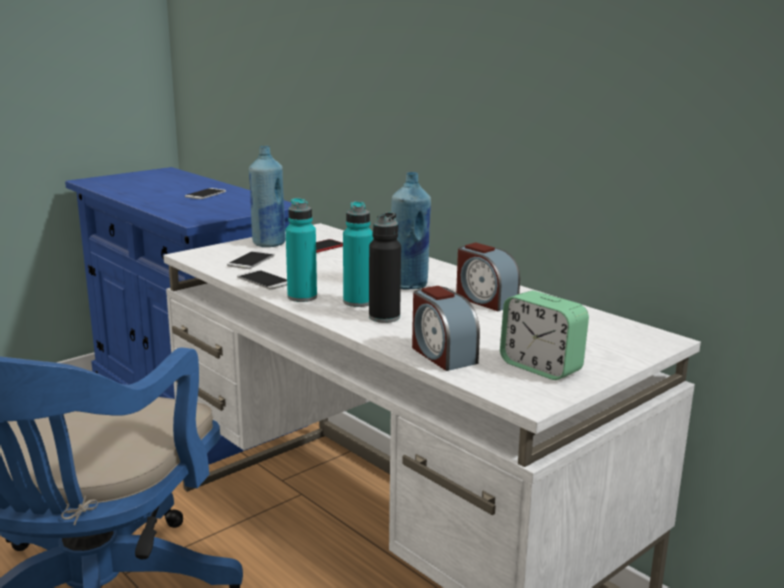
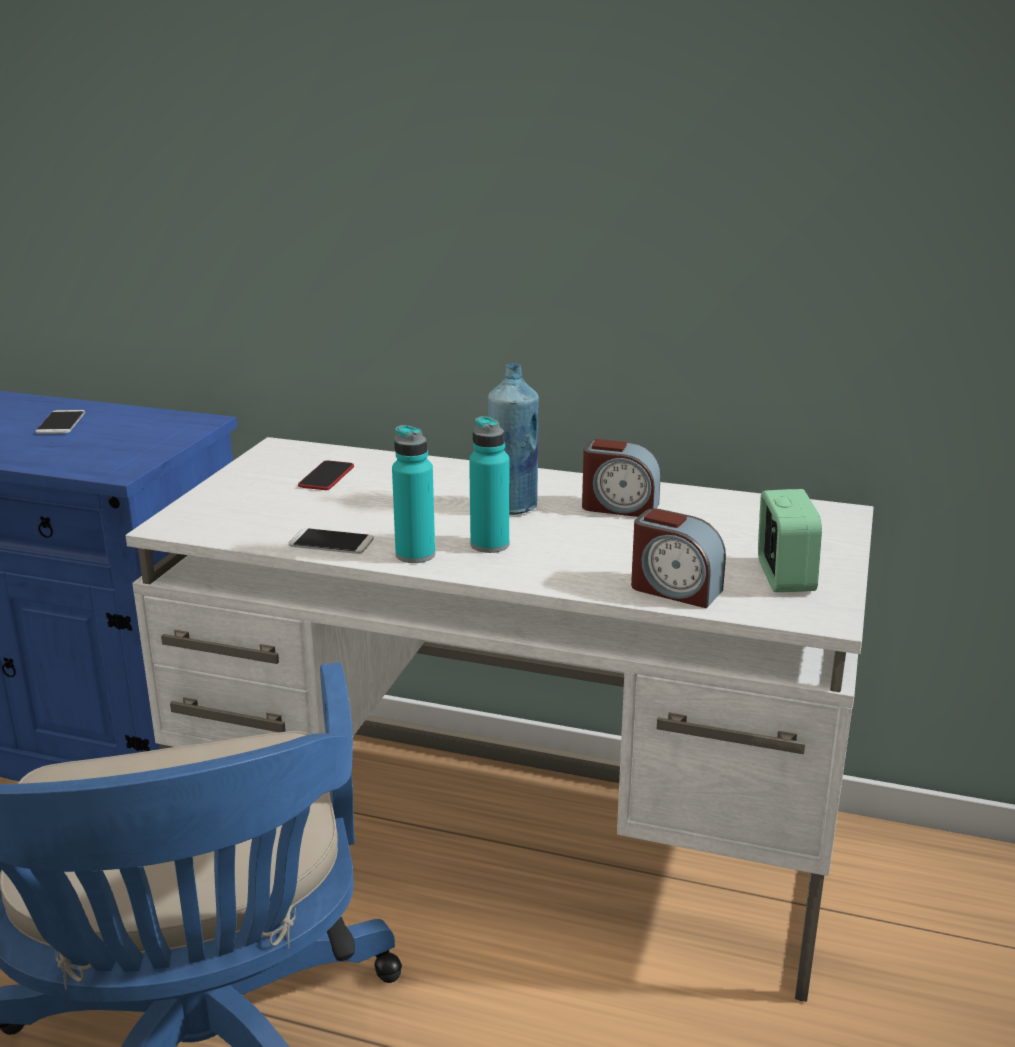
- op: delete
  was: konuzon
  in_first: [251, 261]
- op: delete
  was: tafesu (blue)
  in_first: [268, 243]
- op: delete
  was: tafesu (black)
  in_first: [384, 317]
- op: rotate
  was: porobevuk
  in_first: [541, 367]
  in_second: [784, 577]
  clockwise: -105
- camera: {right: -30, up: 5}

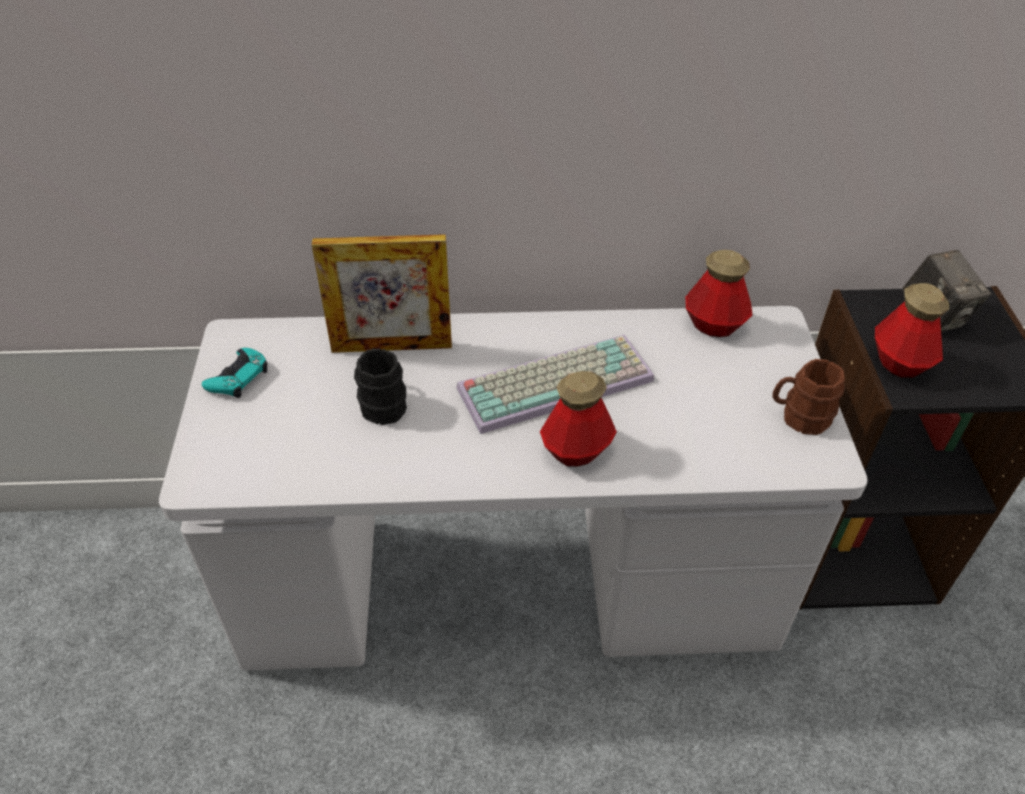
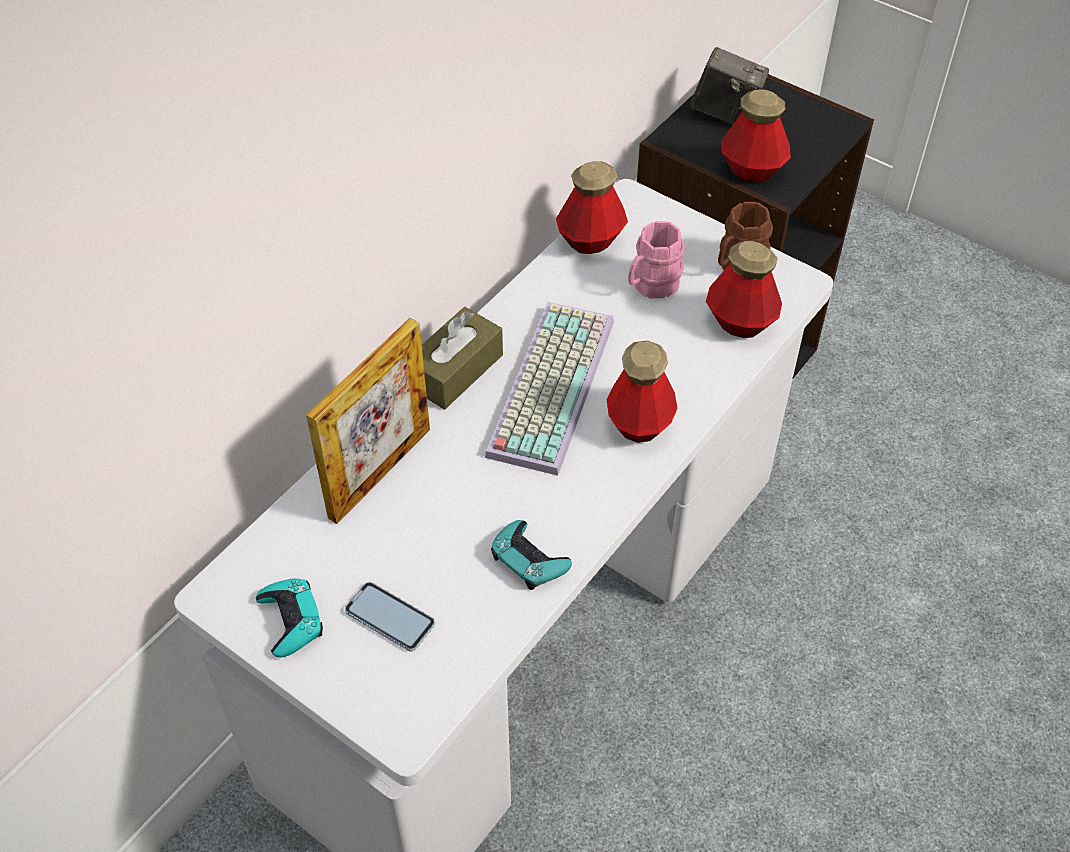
- op: delete
  was: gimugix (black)
  in_first: [382, 402]
- op: insert
  now: konuzon
  in_second: [390, 617]
- op: insert
  now: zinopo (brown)
  in_second: [455, 370]
- op: insert
  now: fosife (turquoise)
  in_second: [529, 560]
- op: insert
  now: gimugix (pink)
  in_second: [651, 285]
- op: insert
  now: tafesu
  in_second: [740, 322]
- camera: {right: -50, up: 5}

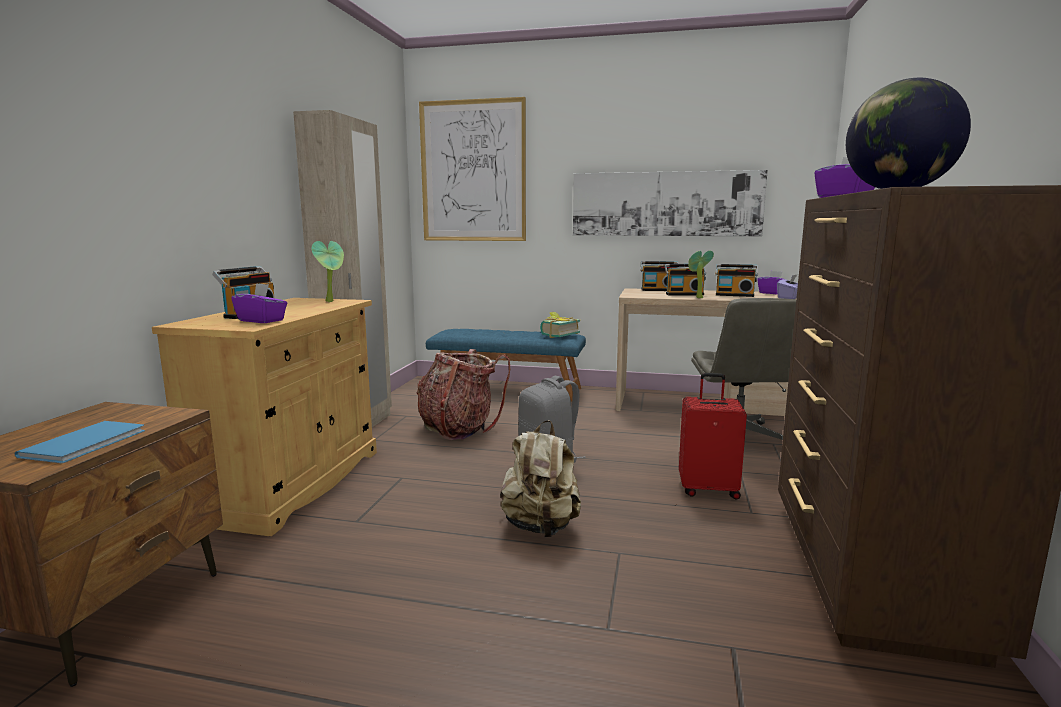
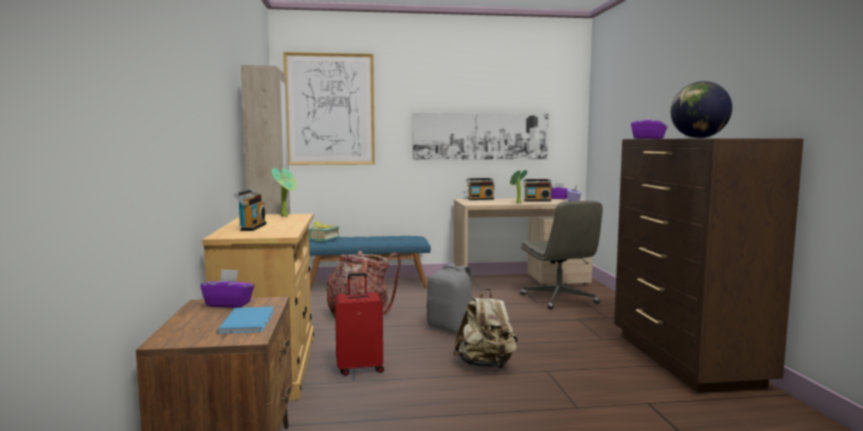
- op: move
  was: zinopo (purple)
  in_first: [261, 320]
  in_second: [229, 304]
- op: move
  was: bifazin
  in_first: [557, 335]
  in_second: [321, 239]
- op: delete
  was: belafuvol
  in_first: [684, 294]
- op: move
  was: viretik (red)
  in_first: [708, 489]
  in_second: [360, 368]
- camera: {right: -20, up: -5}

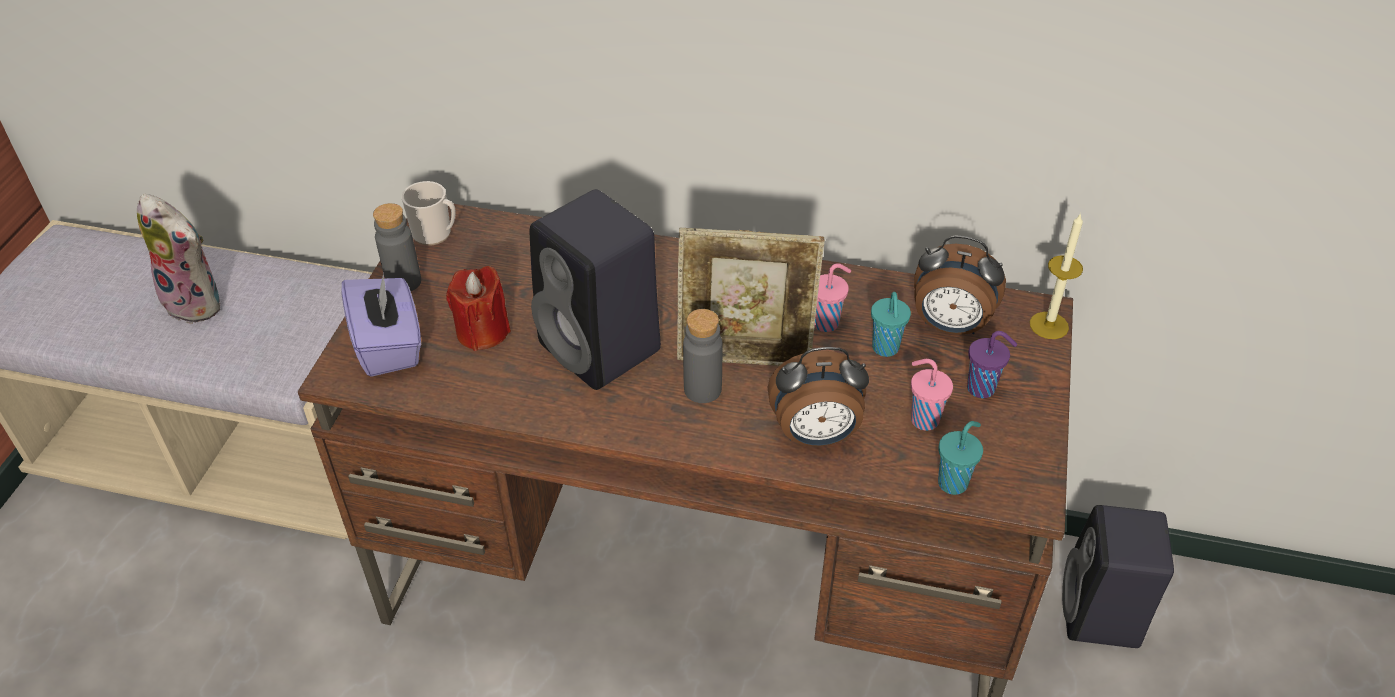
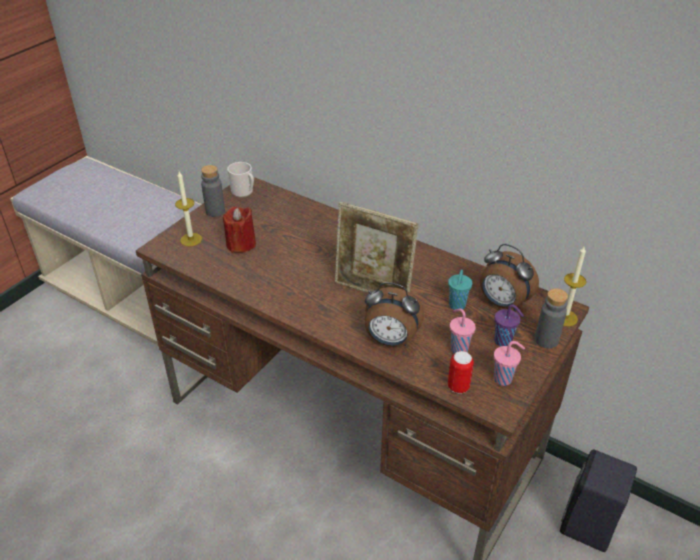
- op: delete
  was: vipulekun
  in_first: [198, 302]
- op: replace
  was: zinopo (purple)
  now: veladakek
  in_first: [389, 345]
  in_second: [191, 239]
- op: delete
  was: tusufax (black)
  in_first: [603, 349]
- op: move
  was: tafesu (grey)
  in_first: [702, 389]
  in_second: [546, 340]
- op: move
  was: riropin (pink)
  in_first: [827, 323]
  in_second: [503, 379]
- op: replace
  was: riropin (turquoise)
  now: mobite
  in_first: [954, 482]
  in_second: [458, 387]
- camera: {right: 20, up: -5}

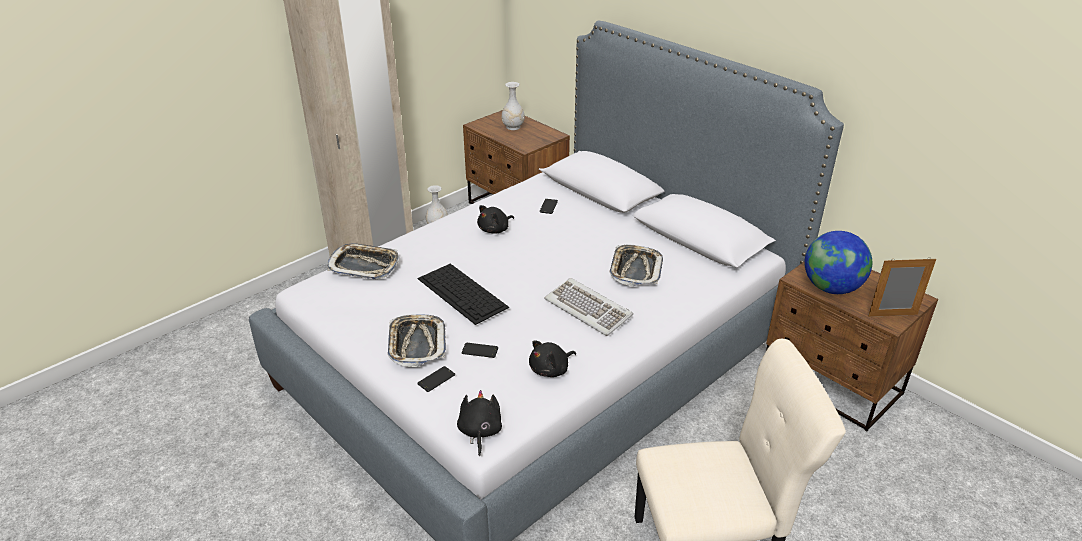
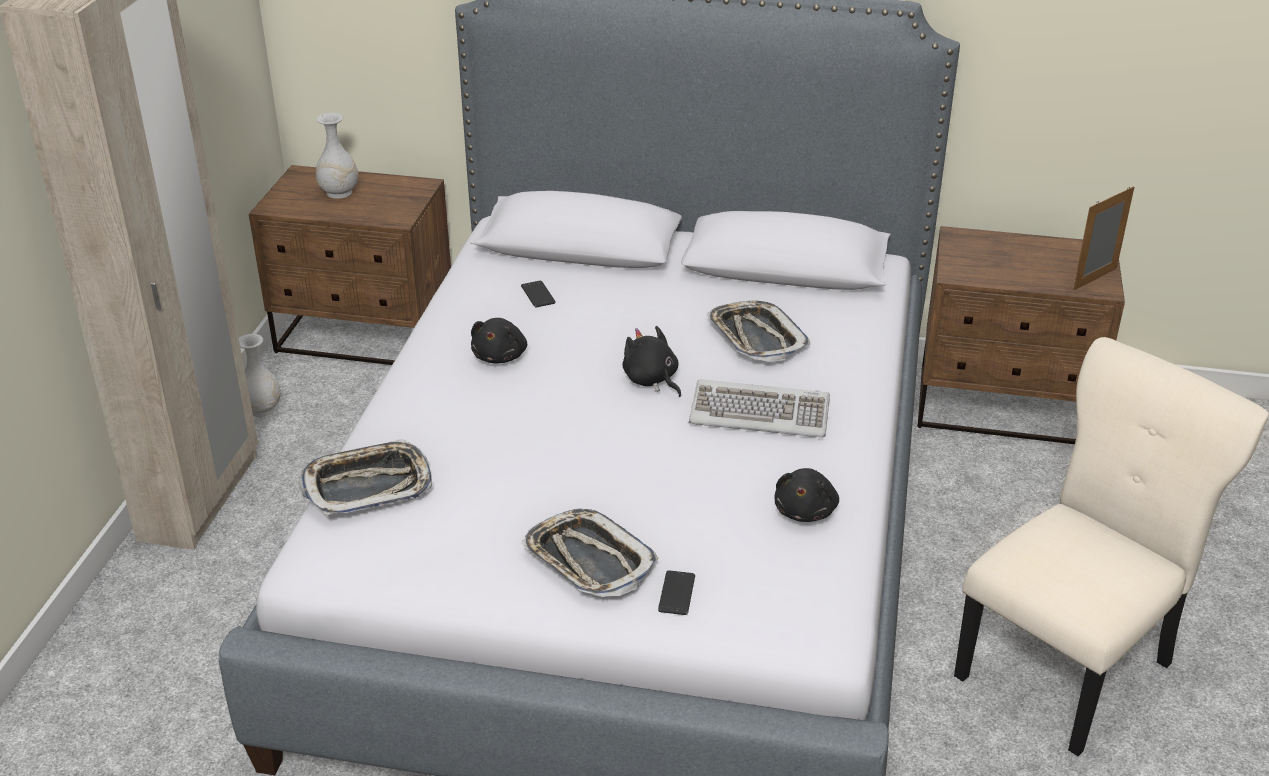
- op: delete
  was: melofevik
  in_first: [463, 293]
- op: move
  was: vipulekun (black)
  in_first: [479, 432]
  in_second: [652, 380]
- op: delete
  was: konuzon
  in_first: [480, 351]
- op: delete
  was: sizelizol
  in_first: [831, 288]
- camera: {right: -35, up: 0}

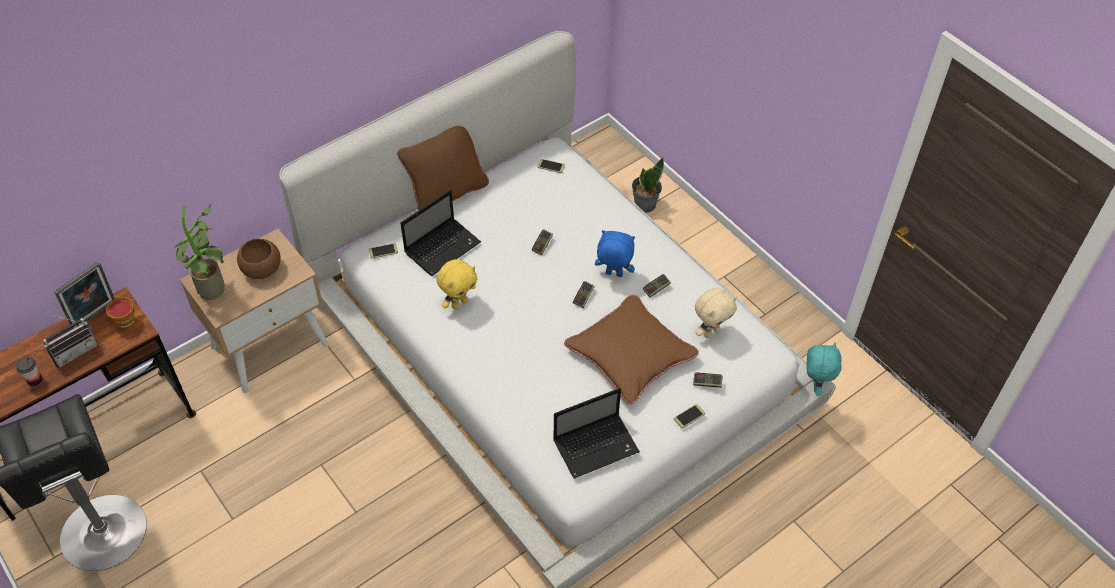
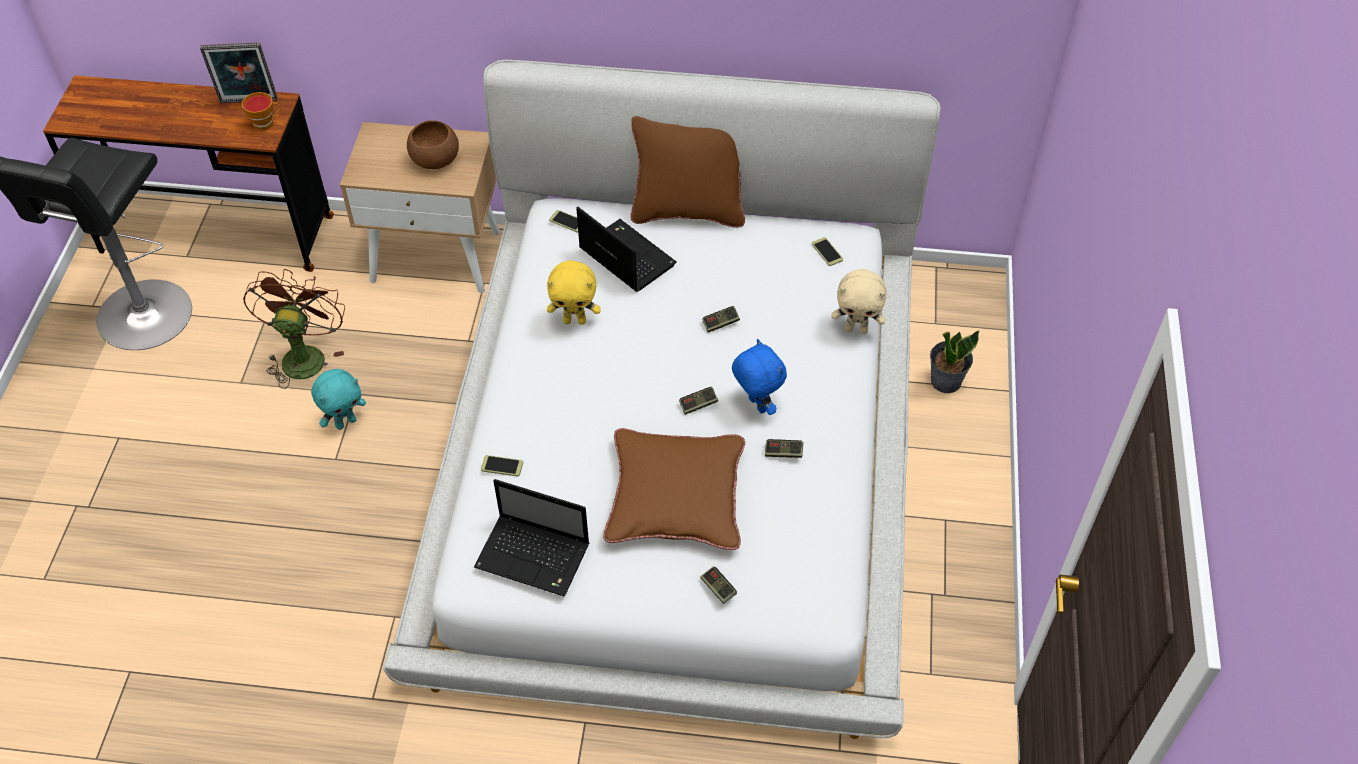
- op: delete
  was: riropin
  in_first: [35, 380]
- op: delete
  was: belafuvol
  in_first: [74, 350]
- op: delete
  was: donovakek
  in_first: [215, 292]
- op: rotate
  was: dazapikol
  in_first: [443, 247]
  in_second: [625, 256]
  clockwise: -135
- op: move
  was: konuzon
  in_first: [689, 416]
  in_second: [502, 466]
- op: move
  was: vipulekun (beige)
  in_first: [711, 332]
  in_second: [856, 329]
- op: move
  was: vipulekun (turquoise)
  in_first: [815, 385]
  in_second: [345, 422]
- op: insert
  now: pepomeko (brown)
  in_second: [304, 355]
- camera: {right: 45, up: 0}

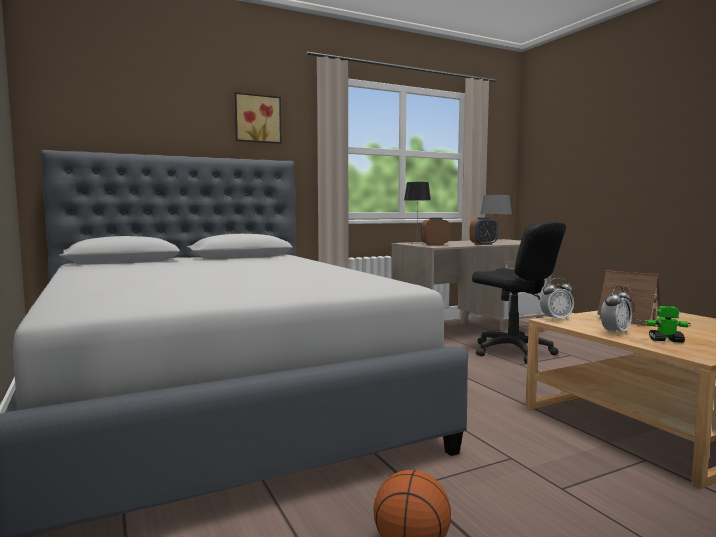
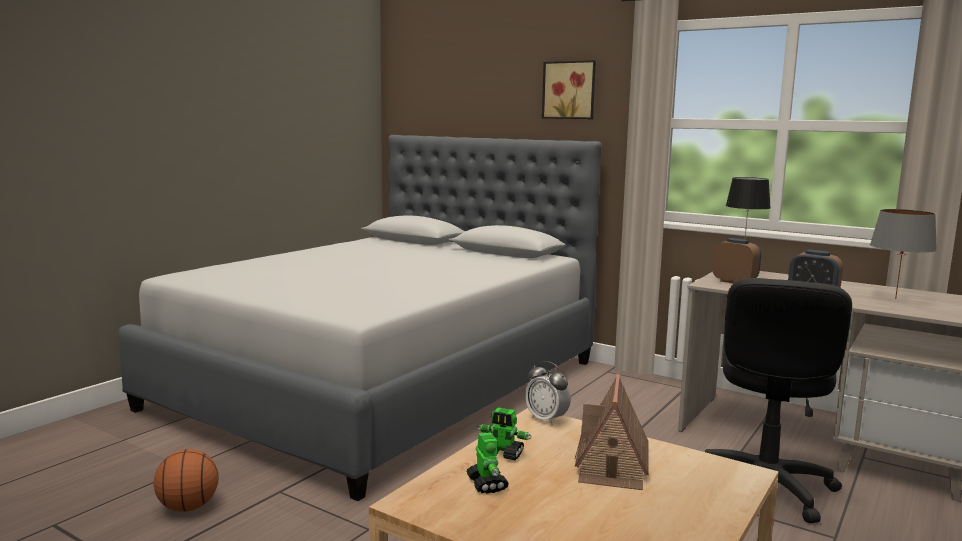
- op: replace
  was: porobevuk
  now: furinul
  in_first: [615, 332]
  in_second: [503, 454]
- camera: {right: 60, up: 5}

